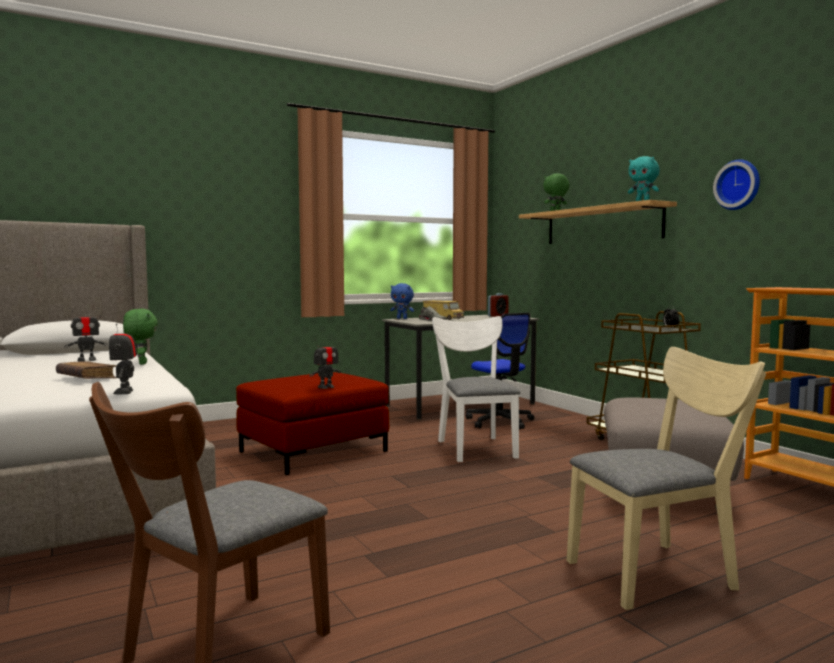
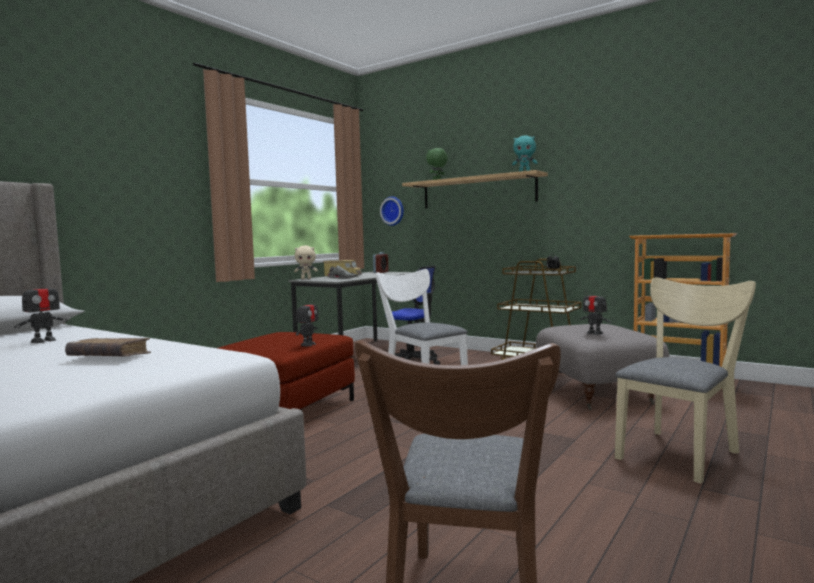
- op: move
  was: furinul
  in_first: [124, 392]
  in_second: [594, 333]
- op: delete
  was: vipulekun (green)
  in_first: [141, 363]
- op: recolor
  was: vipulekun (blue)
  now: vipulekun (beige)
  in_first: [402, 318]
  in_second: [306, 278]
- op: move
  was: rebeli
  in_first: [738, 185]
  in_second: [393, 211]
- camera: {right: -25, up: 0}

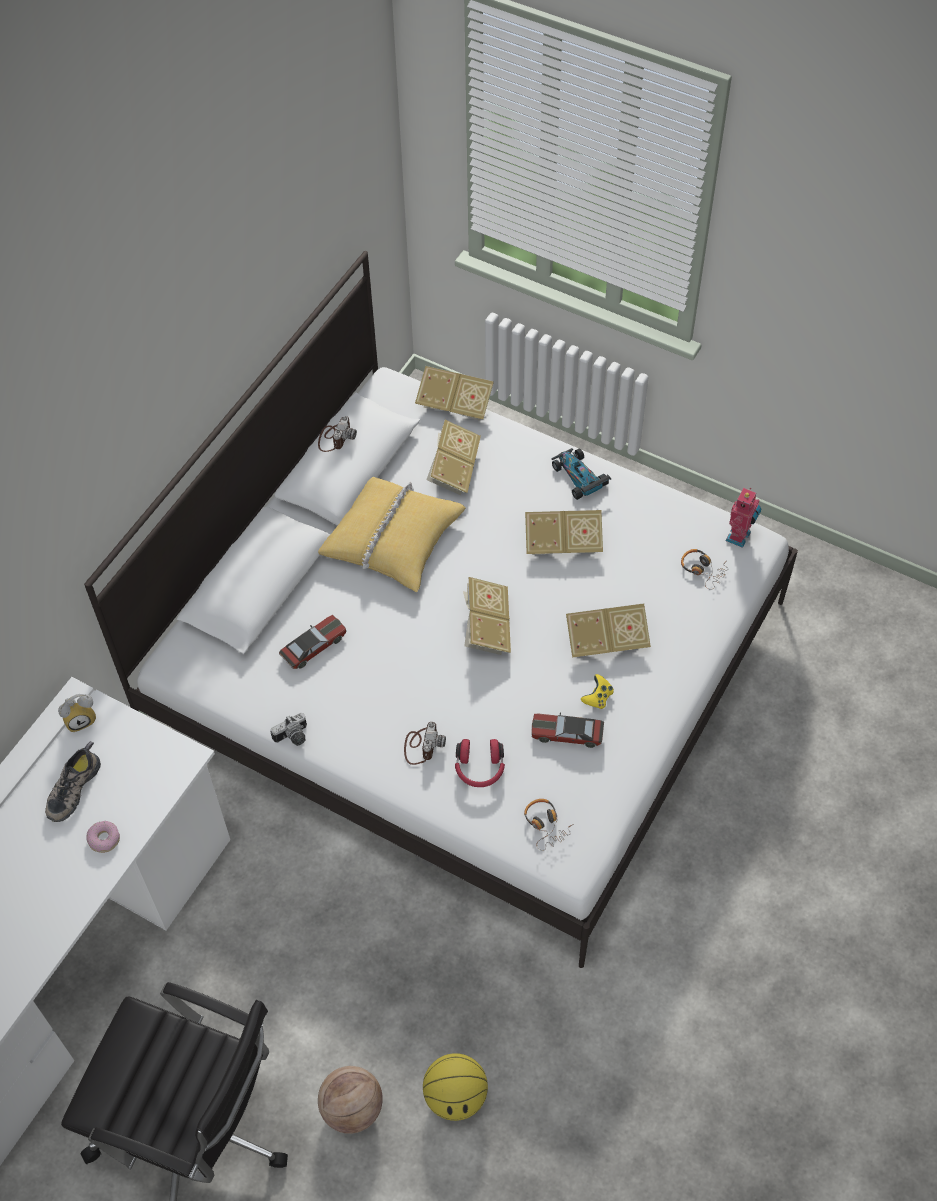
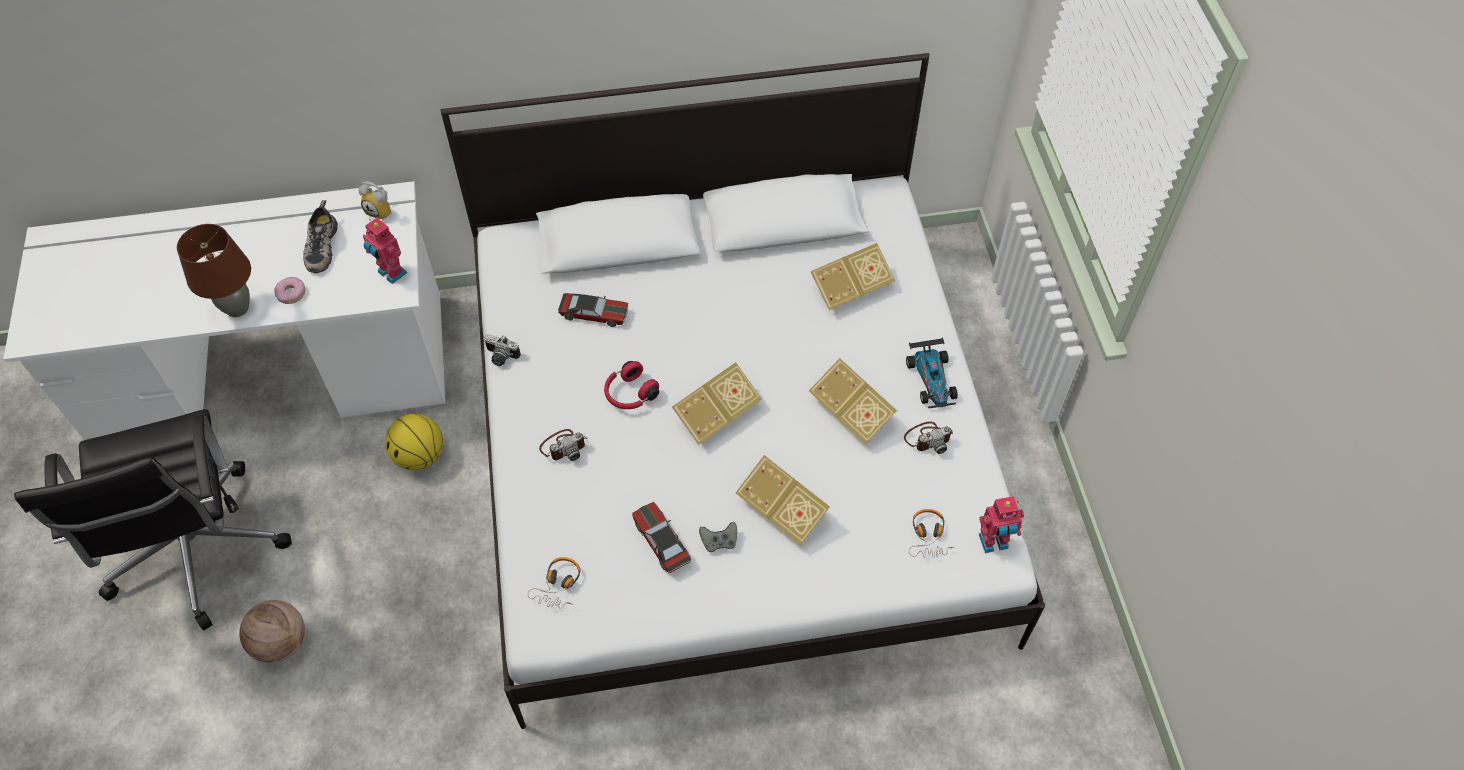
- op: rotate
  was: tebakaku
  in_first: [72, 787]
  in_second: [320, 246]
  clockwise: -75
- op: move
  was: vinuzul
  in_first: [335, 438]
  in_second: [928, 438]
- op: delete
  was: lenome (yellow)
  in_first: [391, 539]
- op: delete
  was: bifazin
  in_first: [455, 405]
- op: move
  was: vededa
  in_first: [456, 1096]
  in_second: [420, 456]
- op: move
  was: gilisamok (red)
  in_first: [479, 769]
  in_second: [630, 394]
- op: rotate
  was: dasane
  in_first: [579, 477]
  in_second: [932, 379]
  clockwise: 150
- op: recolor
  was: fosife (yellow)
  now: fosife (grey)
  in_first: [597, 698]
  in_second: [719, 541]
- op: insert
  now: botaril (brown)
  in_second: [238, 308]
- op: insert
  now: furinul
  in_second: [391, 273]
- camera: {right: 50, up: 0}

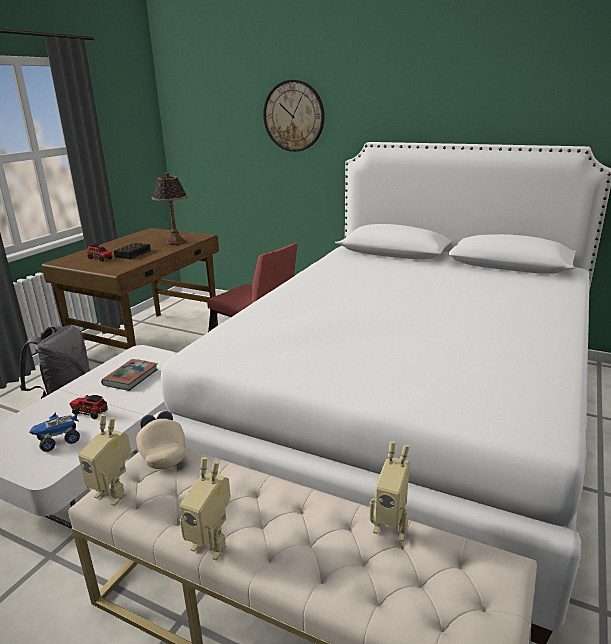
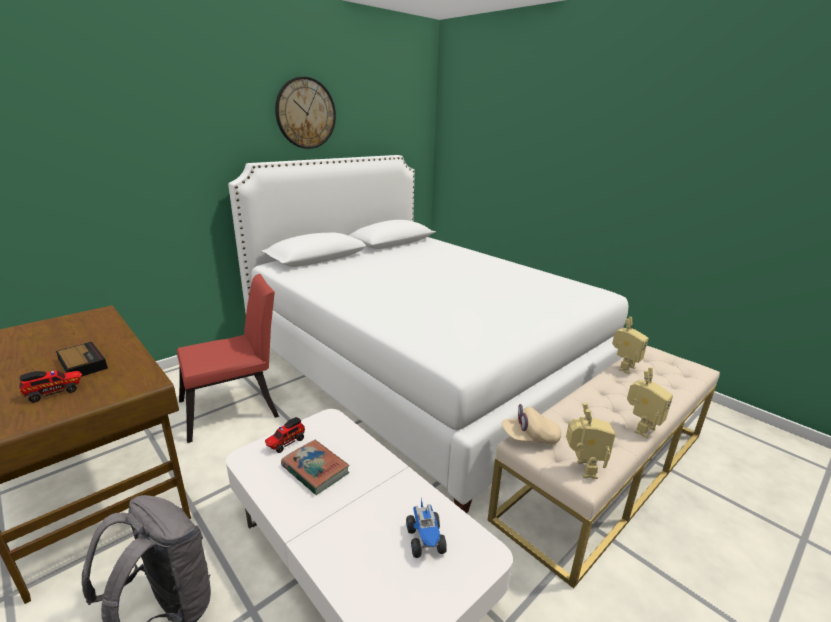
- op: move
  was: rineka
  in_first: [89, 412]
  in_second: [285, 443]
- op: rotate
  was: furinul
  in_first: [114, 493]
  in_second: [582, 469]
  clockwise: -45
- op: delete
  was: botaril
  in_first: [175, 242]
- op: move
  was: rebeli
  in_first: [294, 116]
  in_second: [305, 113]
- camera: {right: -70, up: 0}

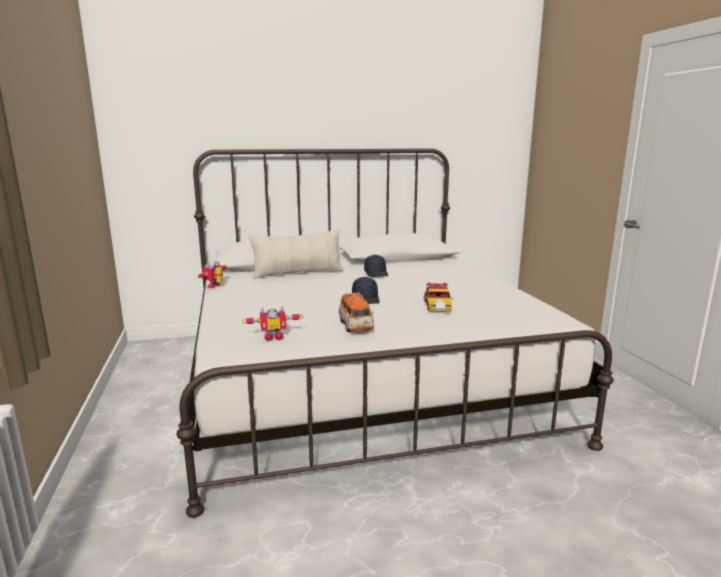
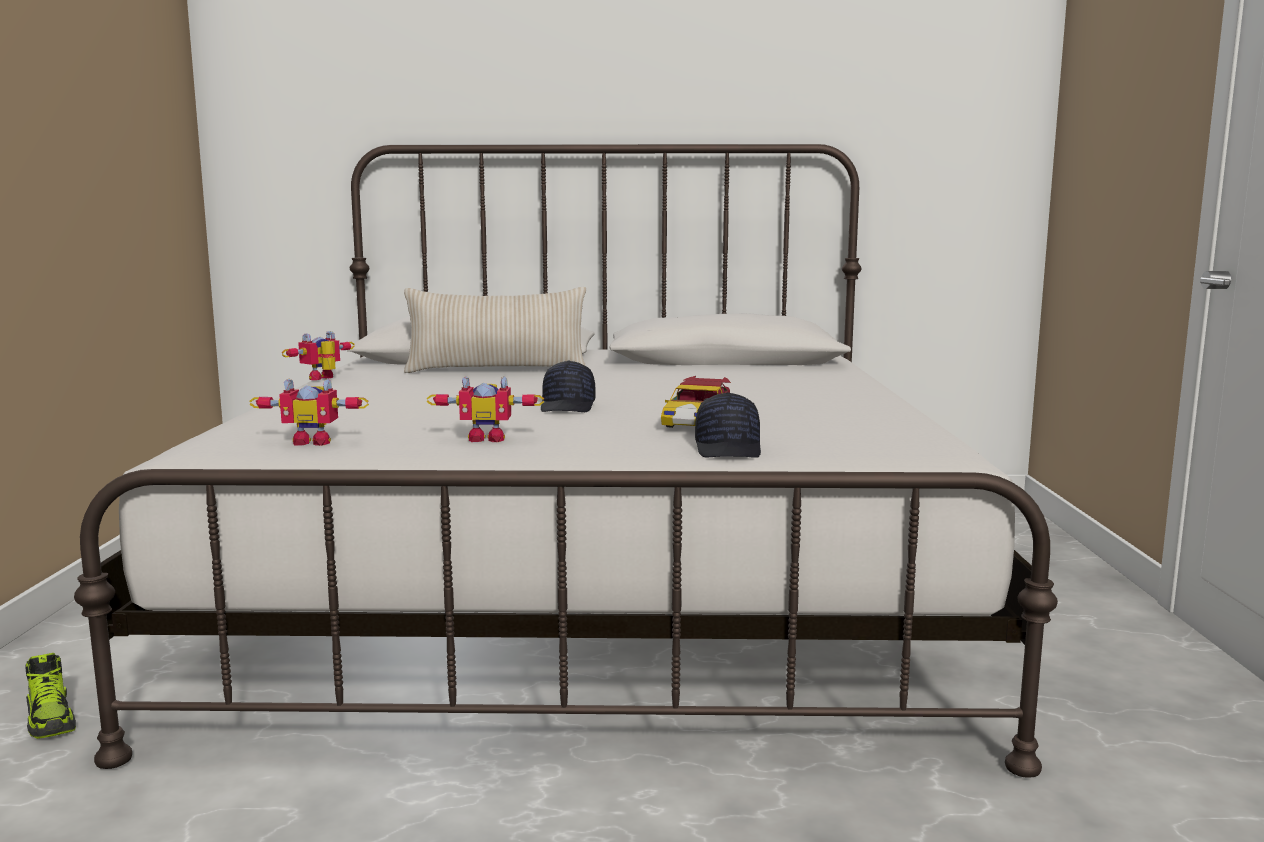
- op: replace
  was: dasane
  now: furinul
  in_first: [355, 326]
  in_second: [487, 438]
- op: move
  was: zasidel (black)
  in_first: [376, 273]
  in_second: [729, 449]
- op: insert
  now: tebakaku
  in_second: [51, 721]
- camera: {right: 15, up: -5}

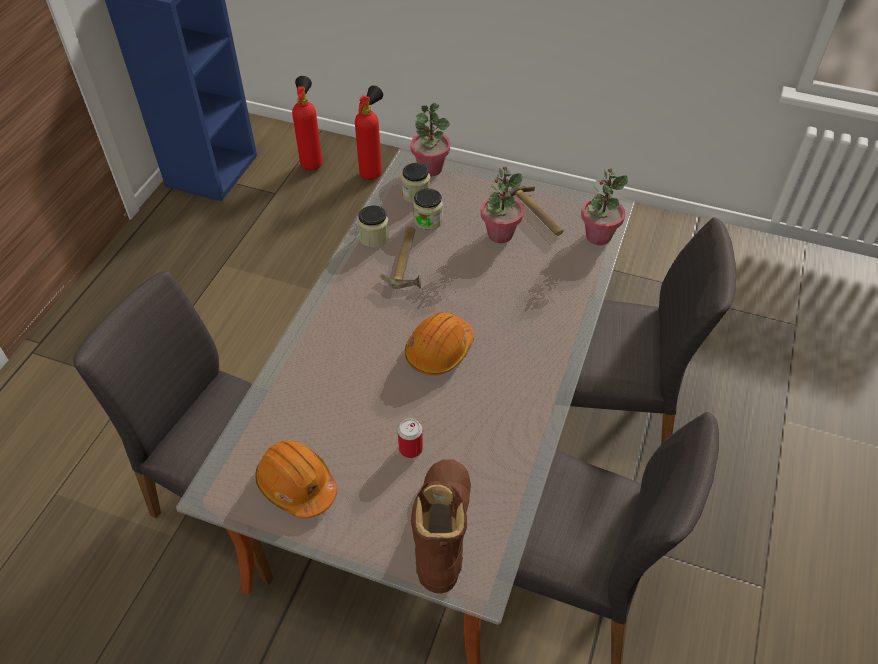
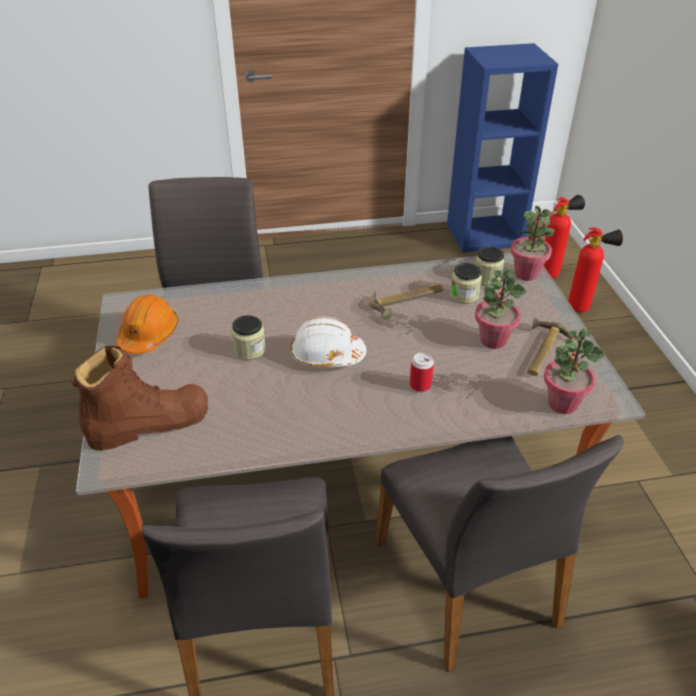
- op: move
  was: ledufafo
  in_first: [374, 237]
  in_second: [250, 350]
- op: move
  was: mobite
  in_first: [410, 448]
  in_second: [420, 385]
- op: recolor
  was: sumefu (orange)
  now: sumefu (white)
  in_first: [439, 351]
  in_second: [327, 355]
- camera: {right: 60, up: -10}

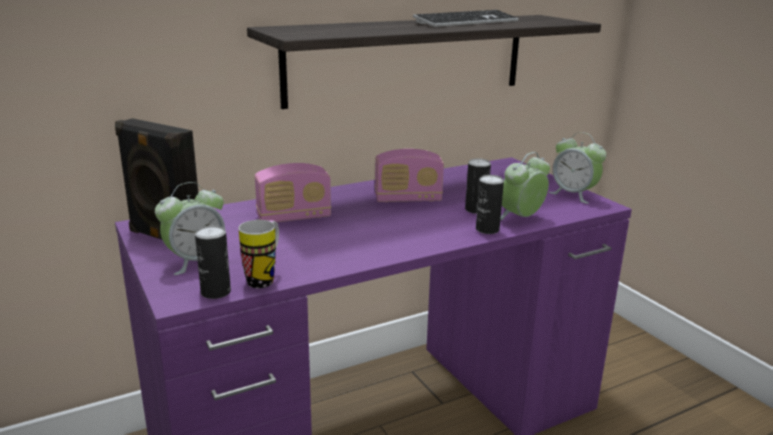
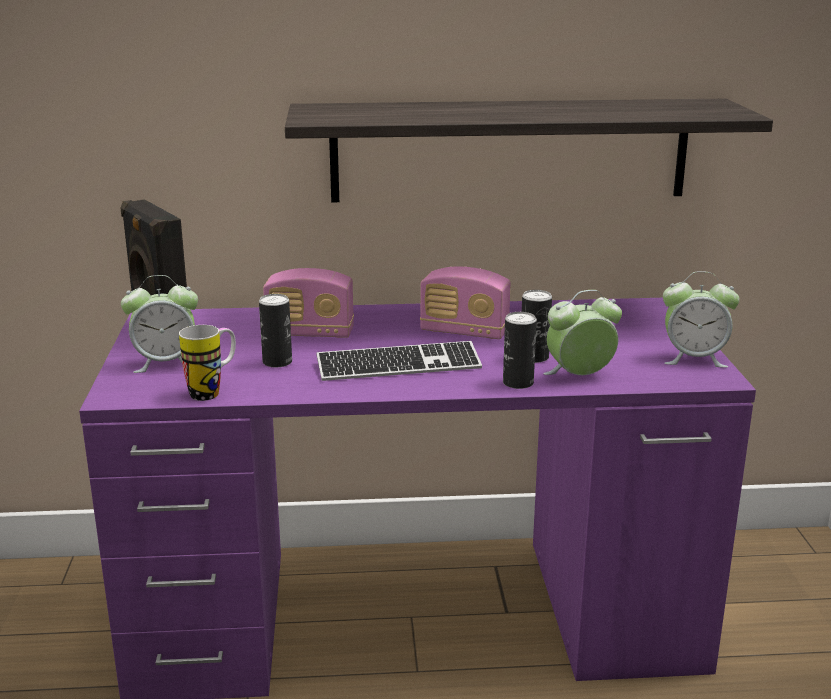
- op: move
  was: mobite
  in_first: [215, 292]
  in_second: [277, 362]
- op: move
  was: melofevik
  in_first: [467, 22]
  in_second: [398, 365]
- op: rotate
  was: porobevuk
  in_first: [573, 195]
  in_second: [694, 359]
  clockwise: -60
- camera: {right: 25, up: 0}

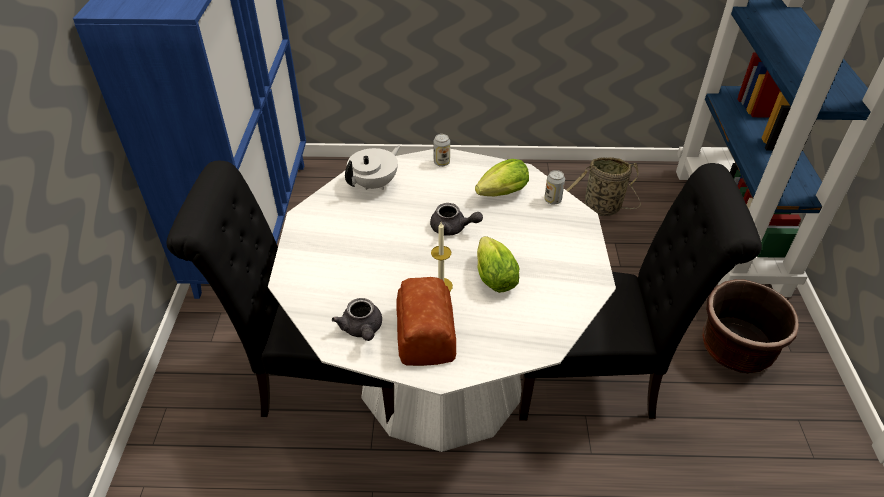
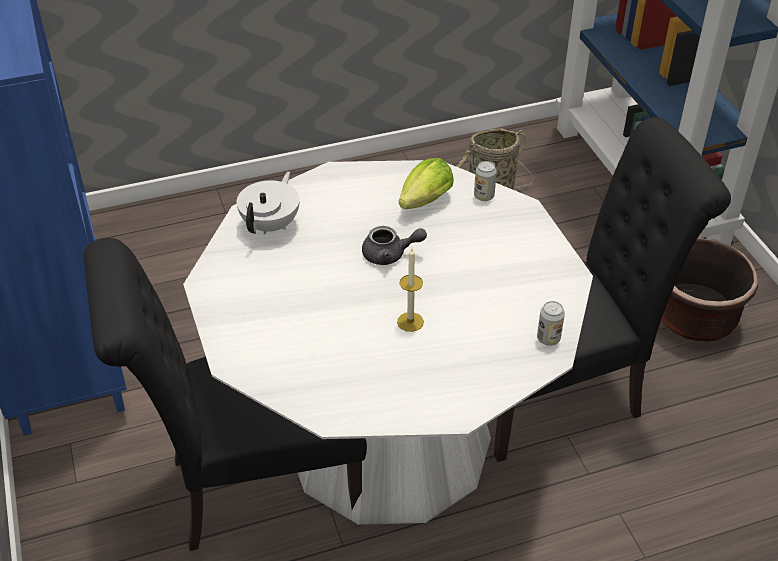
- op: delete
  was: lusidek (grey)
  in_first: [362, 329]
- op: delete
  was: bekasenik
  in_first: [424, 334]
- op: move
  was: mobite
  in_first: [441, 163]
  in_second: [548, 338]
- op: delete
  was: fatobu
  in_first: [493, 275]
- camera: {right: -20, up: 0}

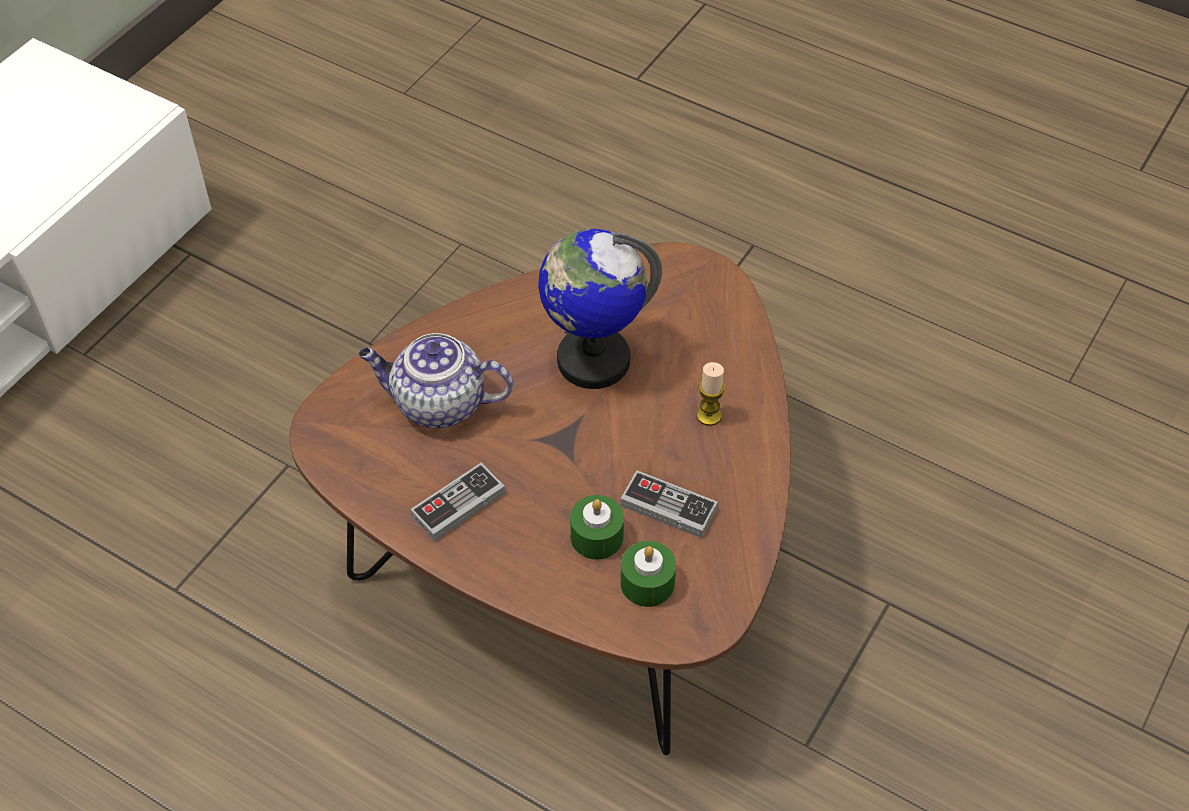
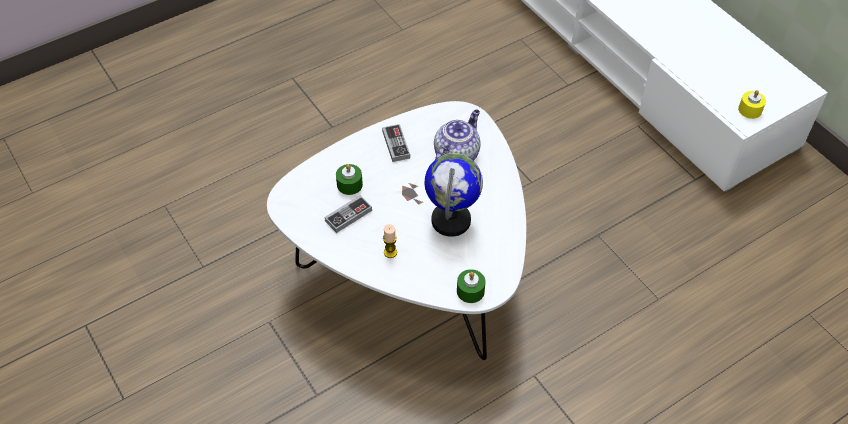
- op: recolor
  was: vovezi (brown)
  now: vovezi (white)
  in_first: [577, 563]
  in_second: [415, 272]
- op: move
  was: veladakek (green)
  in_first: [647, 583]
  in_second: [470, 291]
- op: insert
  now: veladakek (yellow)
  in_second: [750, 110]
- camera: {right: 115, up: 0}

